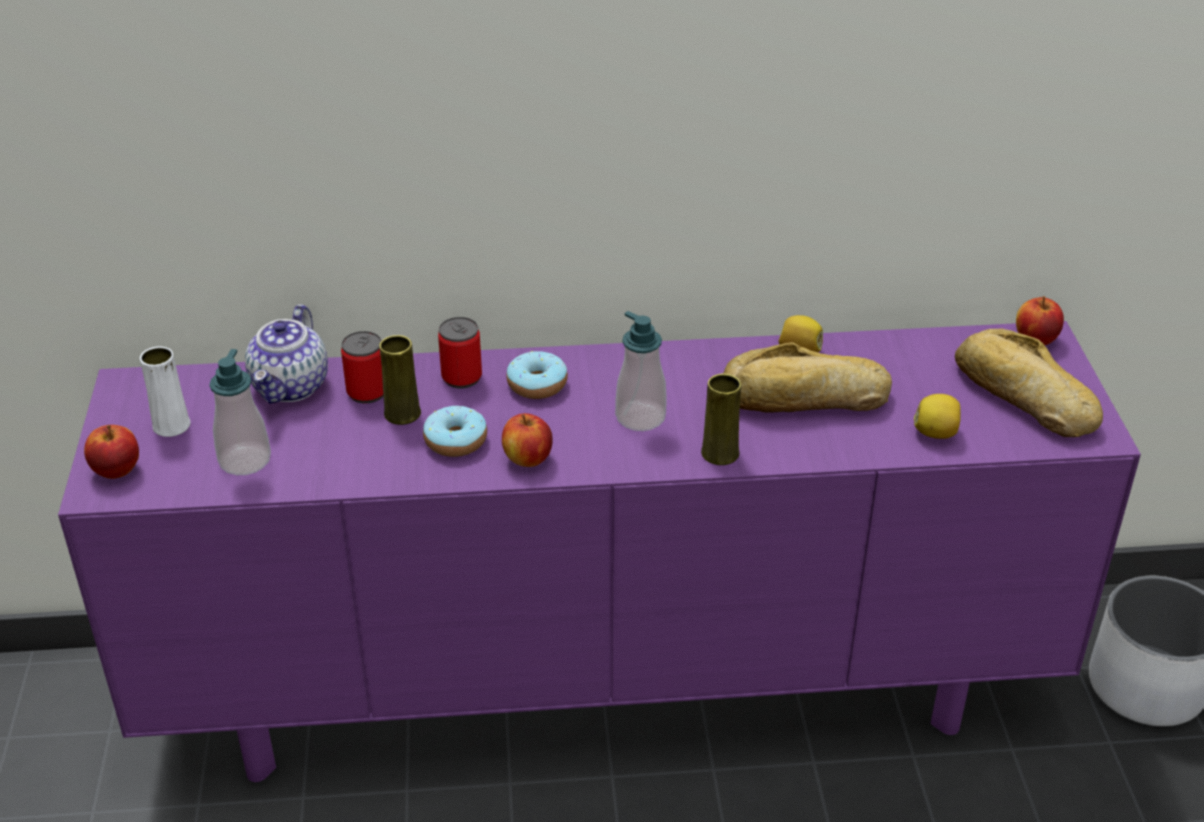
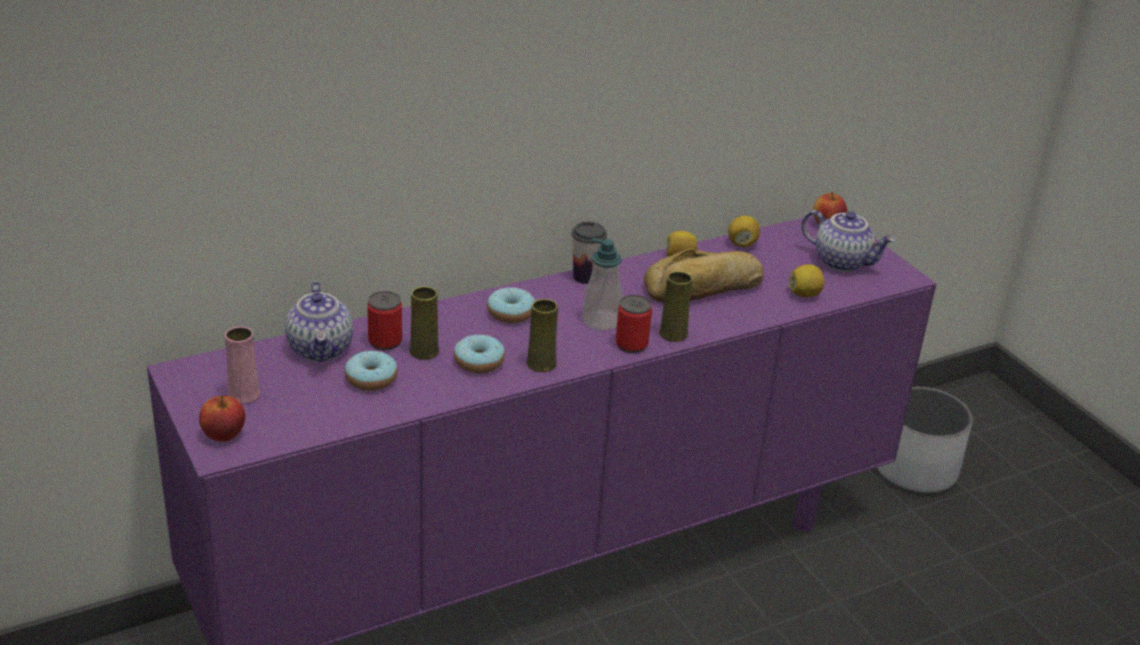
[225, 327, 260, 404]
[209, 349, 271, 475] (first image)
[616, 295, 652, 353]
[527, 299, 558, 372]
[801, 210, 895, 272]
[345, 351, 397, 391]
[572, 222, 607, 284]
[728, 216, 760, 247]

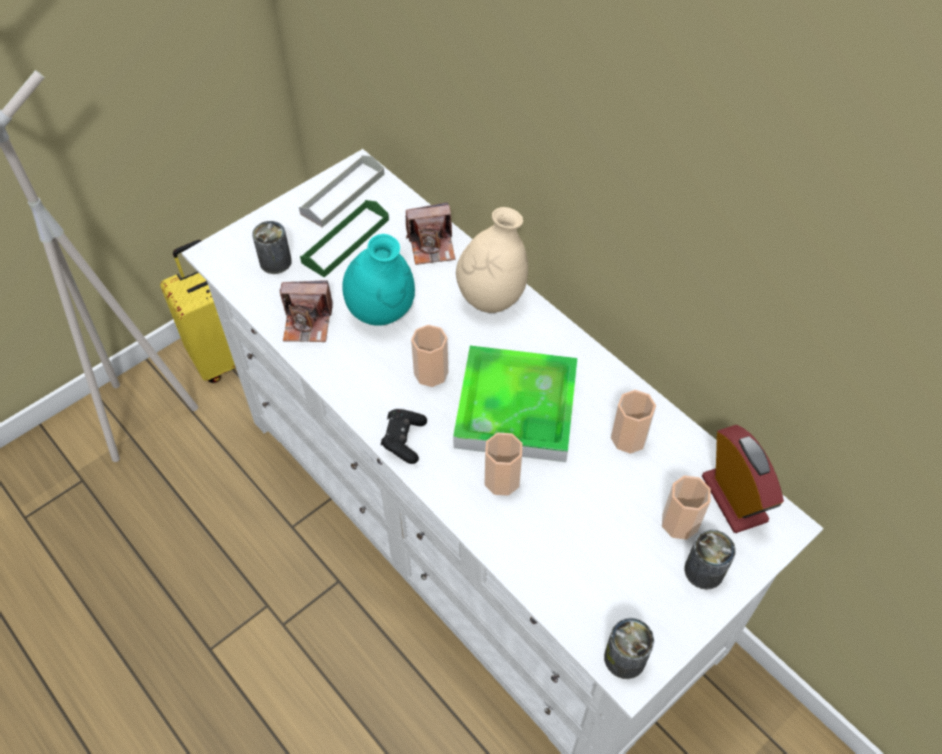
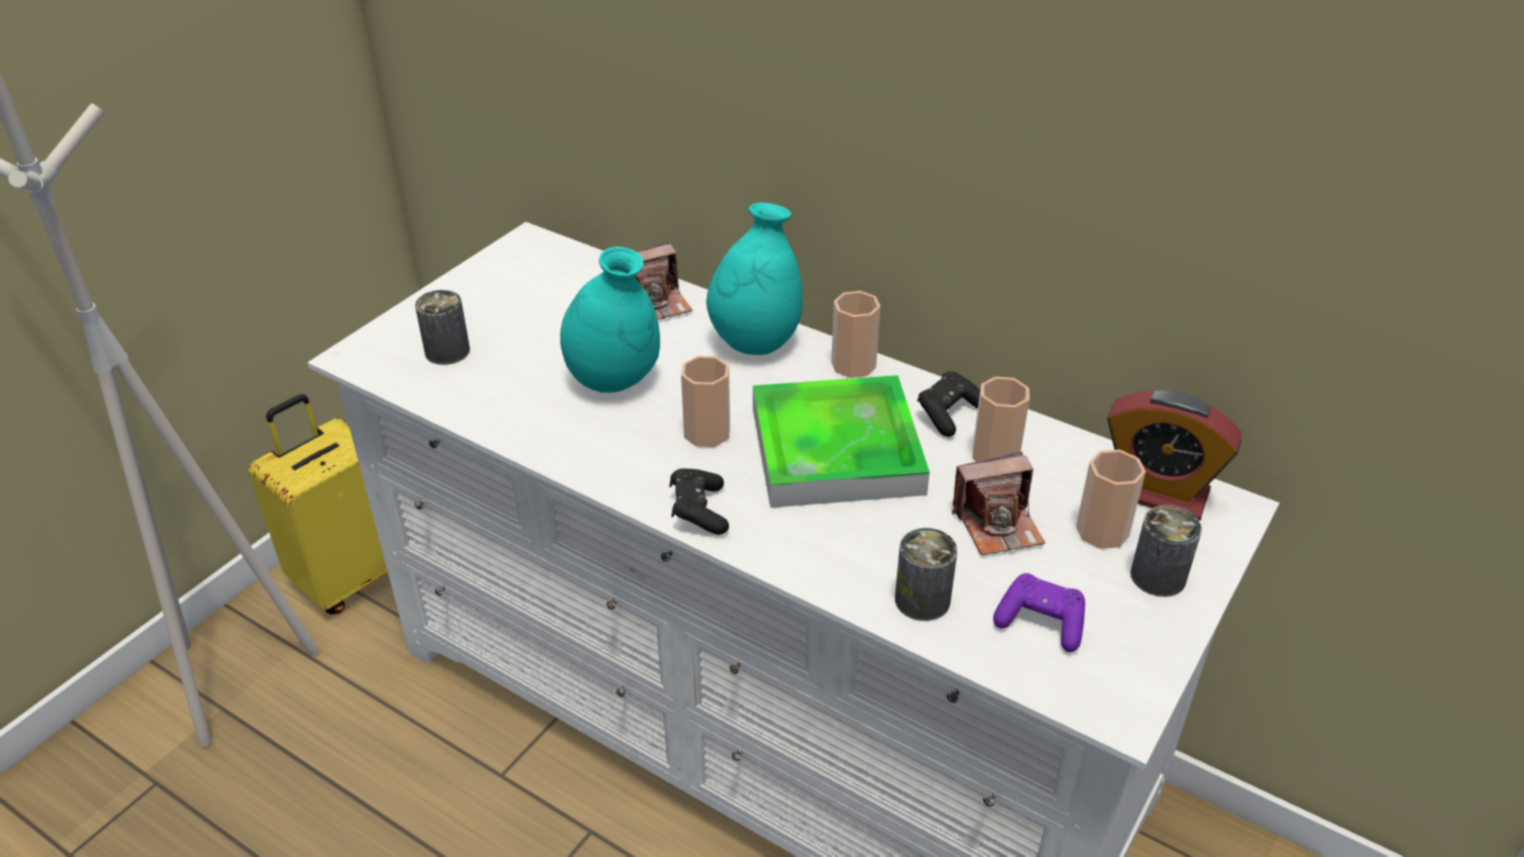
[952, 451, 1045, 555]
[299, 155, 385, 228] (first image)
[300, 200, 389, 278] (first image)
[706, 203, 803, 355]
[831, 291, 880, 378]
[895, 528, 957, 621]
[1107, 390, 1242, 521]
[917, 371, 980, 437]
[993, 573, 1085, 652]

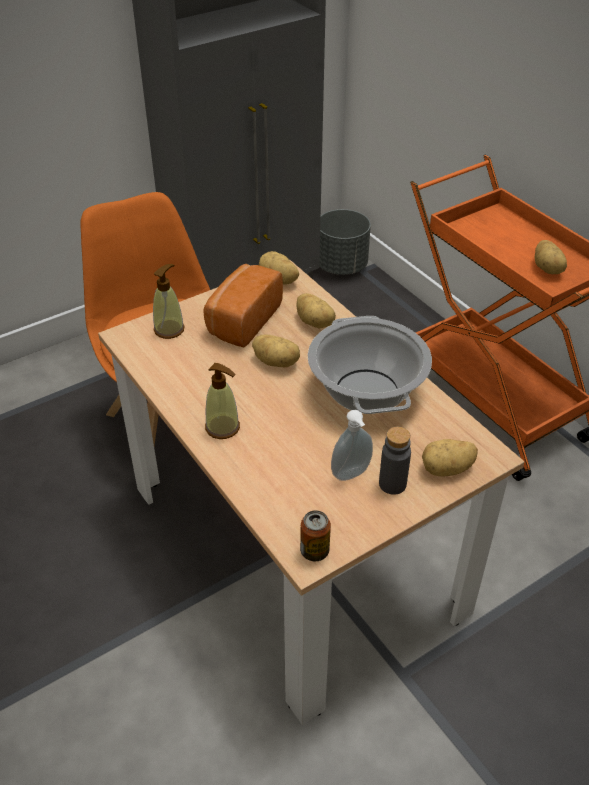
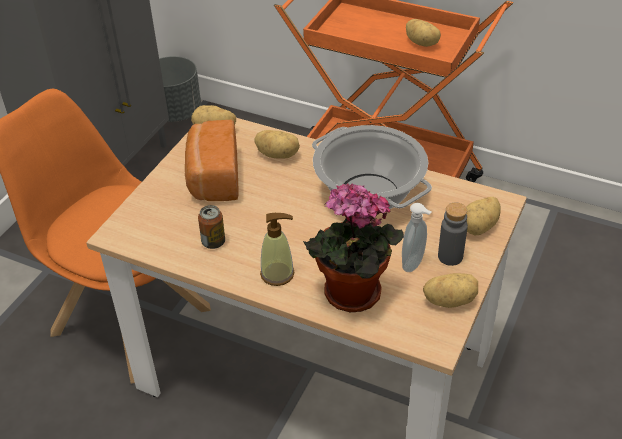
[153, 264, 185, 339] (first image)
[423, 273, 478, 308]
[198, 205, 225, 249]
[303, 184, 404, 312]

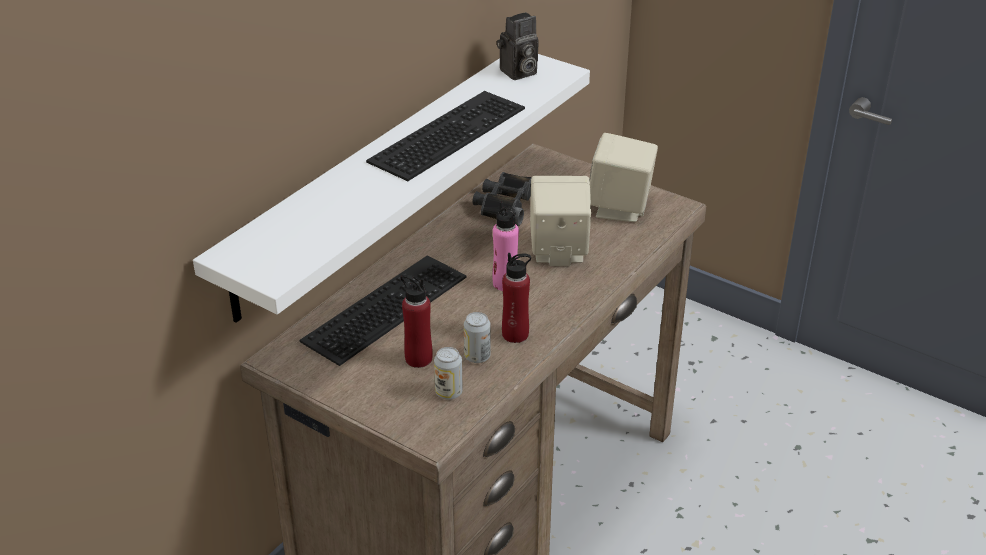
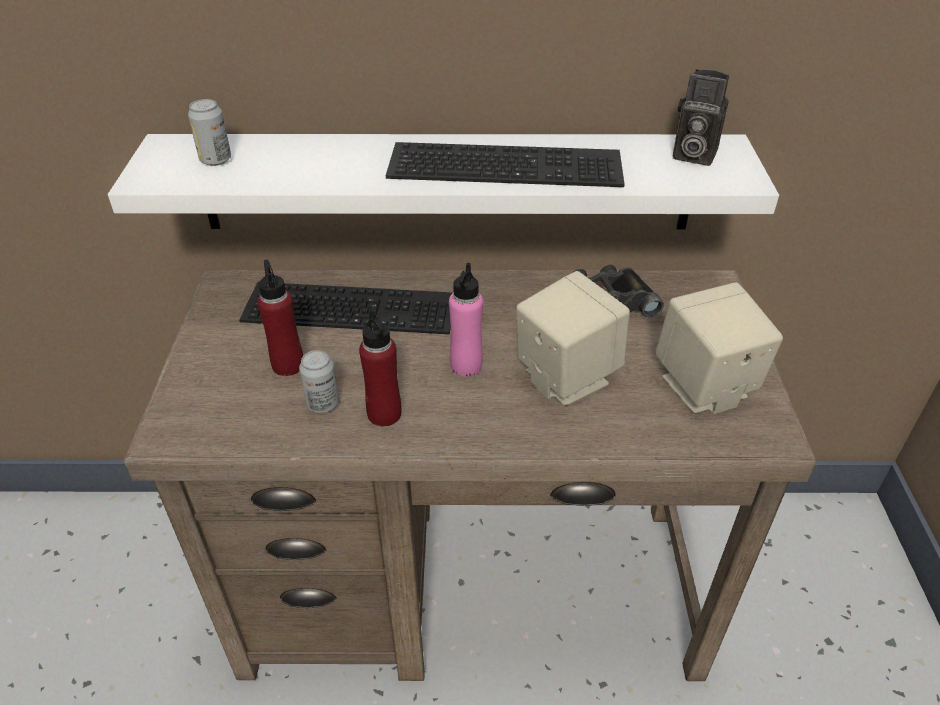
[188, 99, 231, 166]

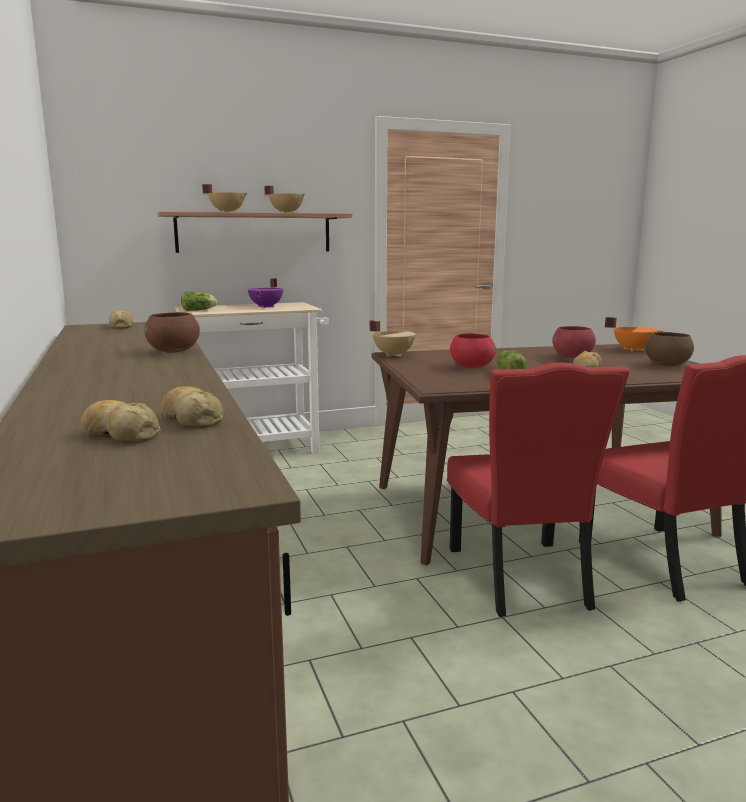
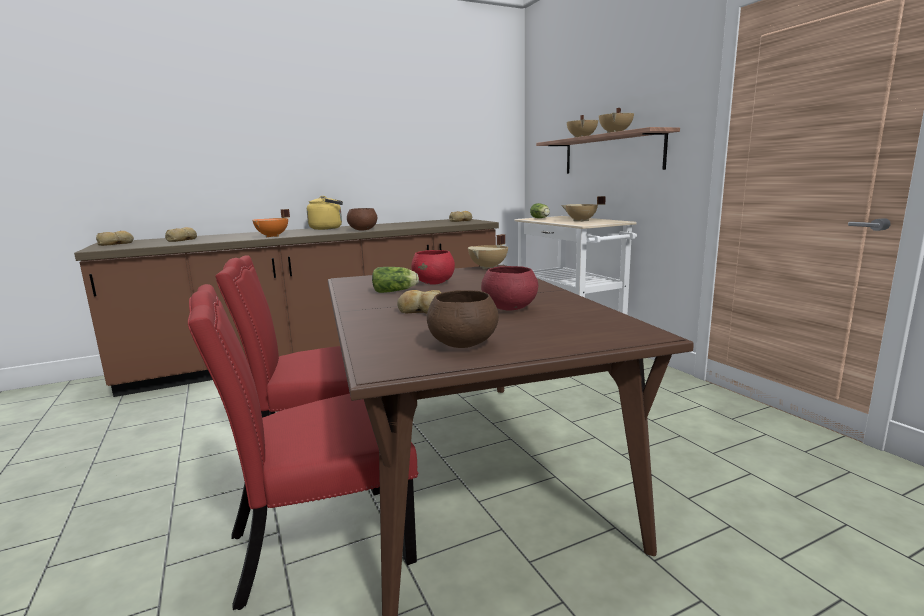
[96, 231, 134, 246]
[561, 196, 606, 222]
[252, 209, 290, 237]
[307, 196, 343, 230]

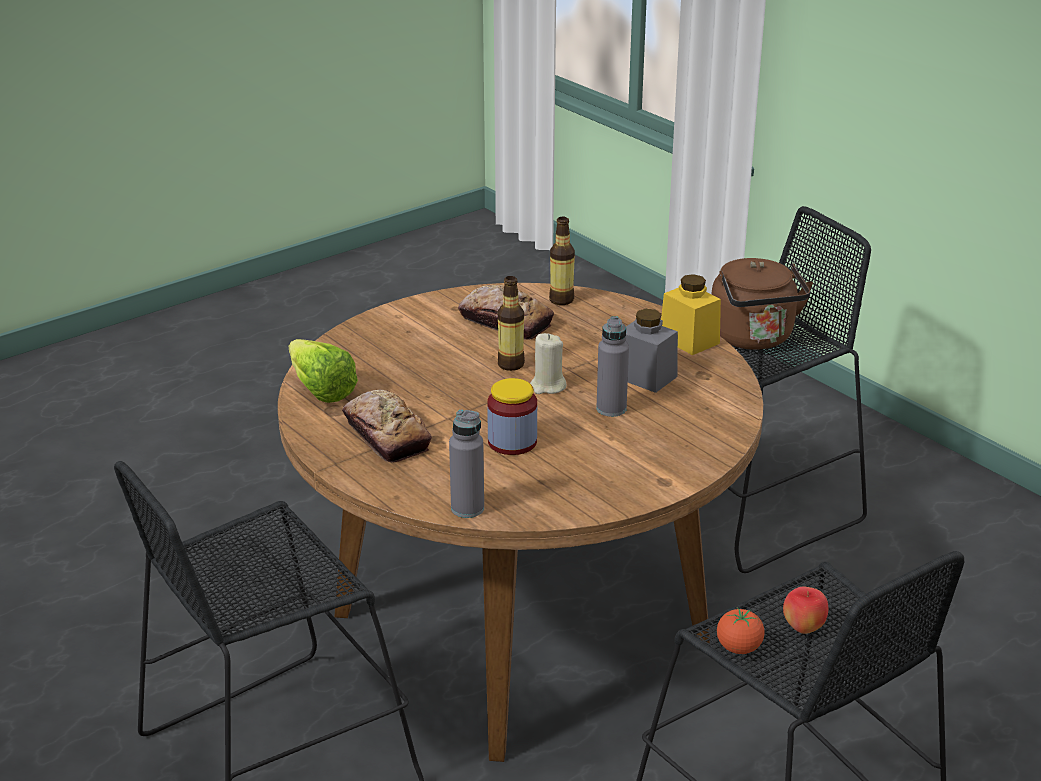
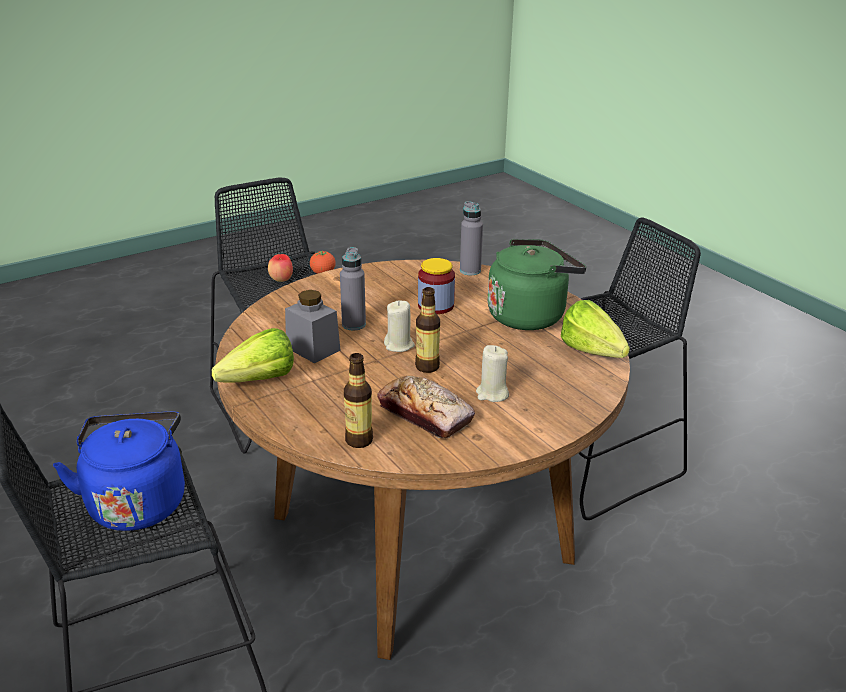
[487, 239, 586, 330]
[212, 328, 294, 382]
[53, 411, 185, 531]
[476, 345, 509, 402]

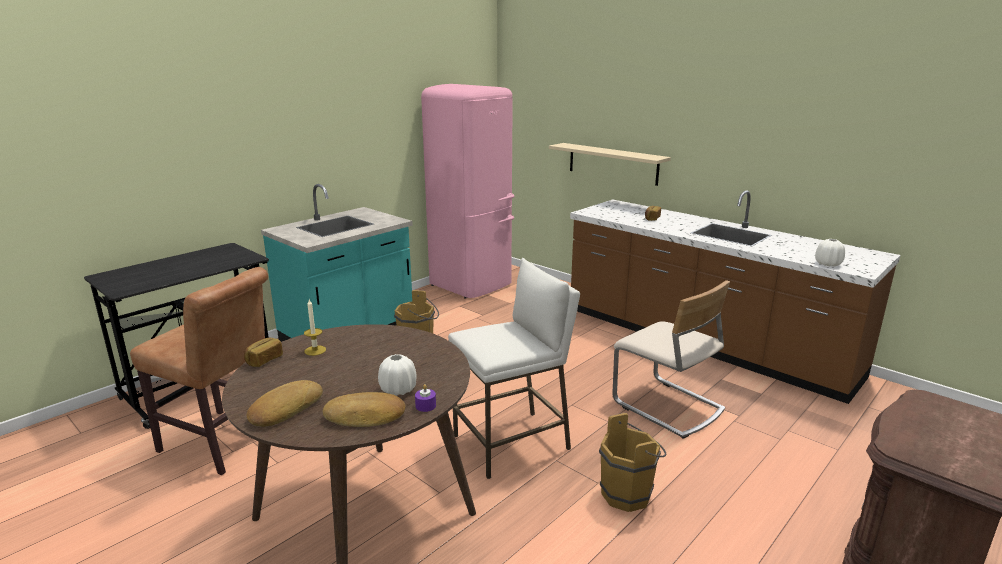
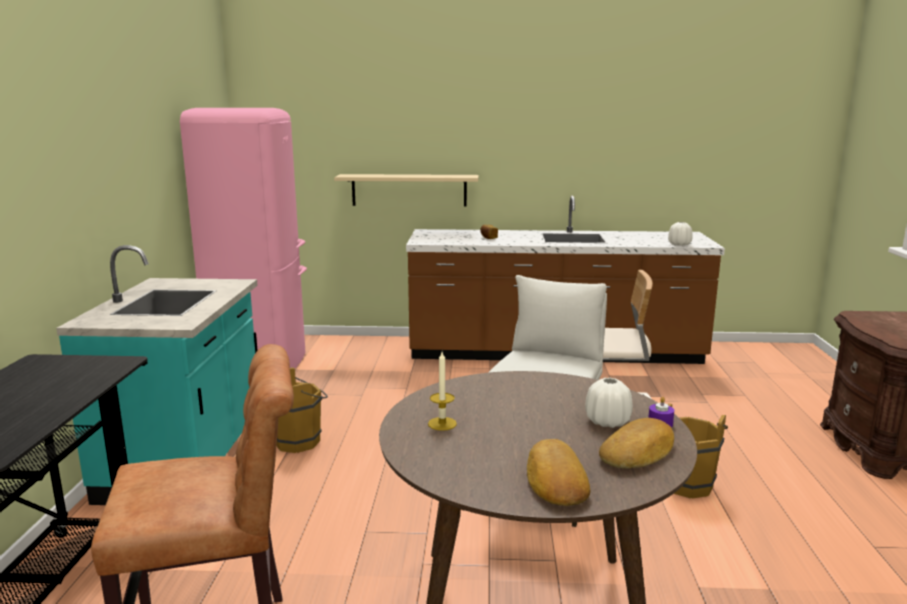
[244, 338, 283, 367] (first image)

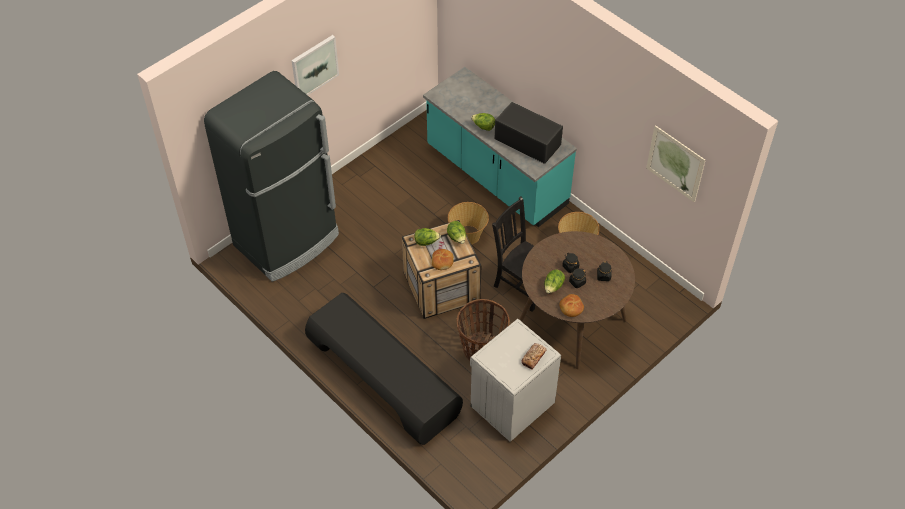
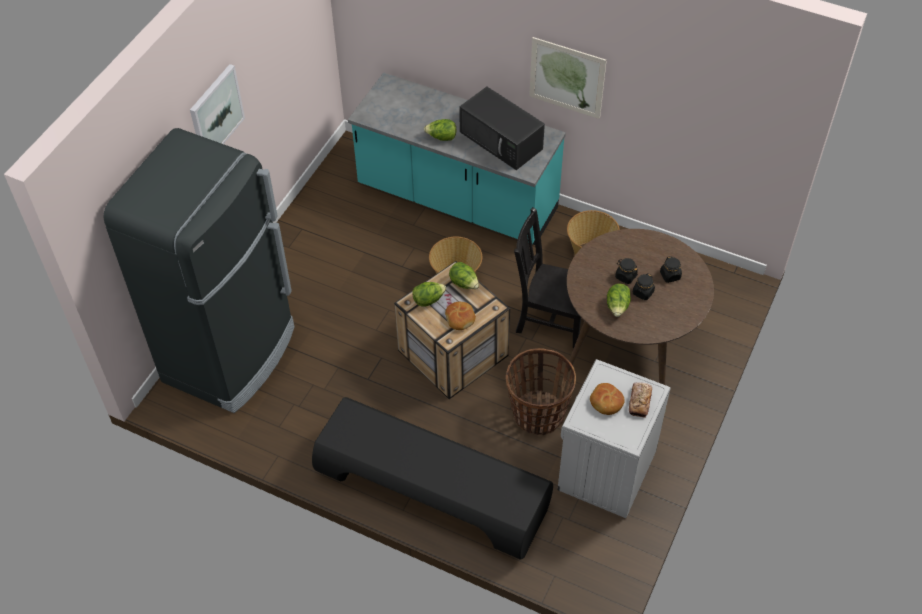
[459, 87, 545, 170]
[590, 383, 625, 415]
[529, 37, 607, 119]

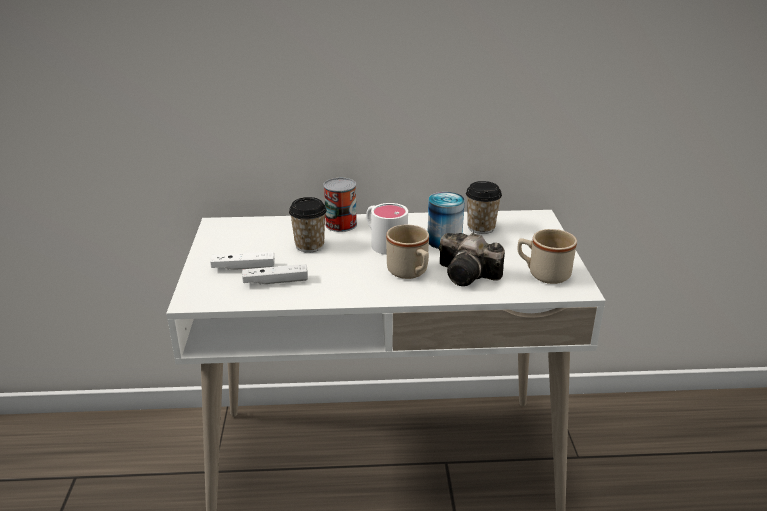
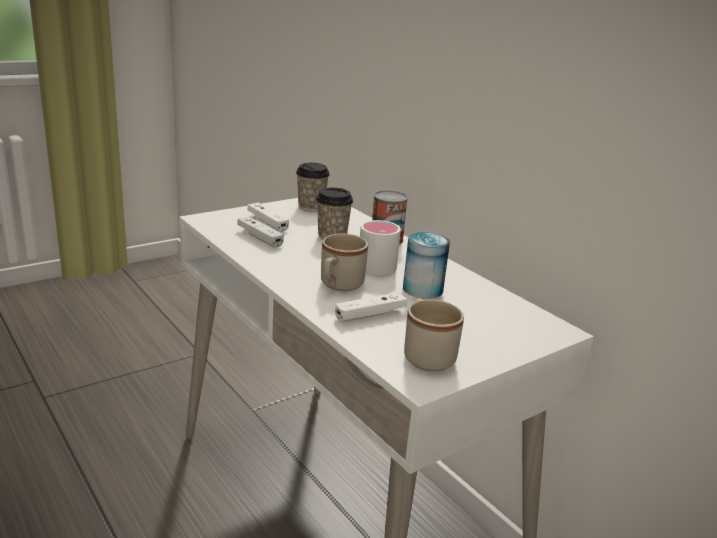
[335, 292, 407, 322]
[296, 163, 330, 211]

